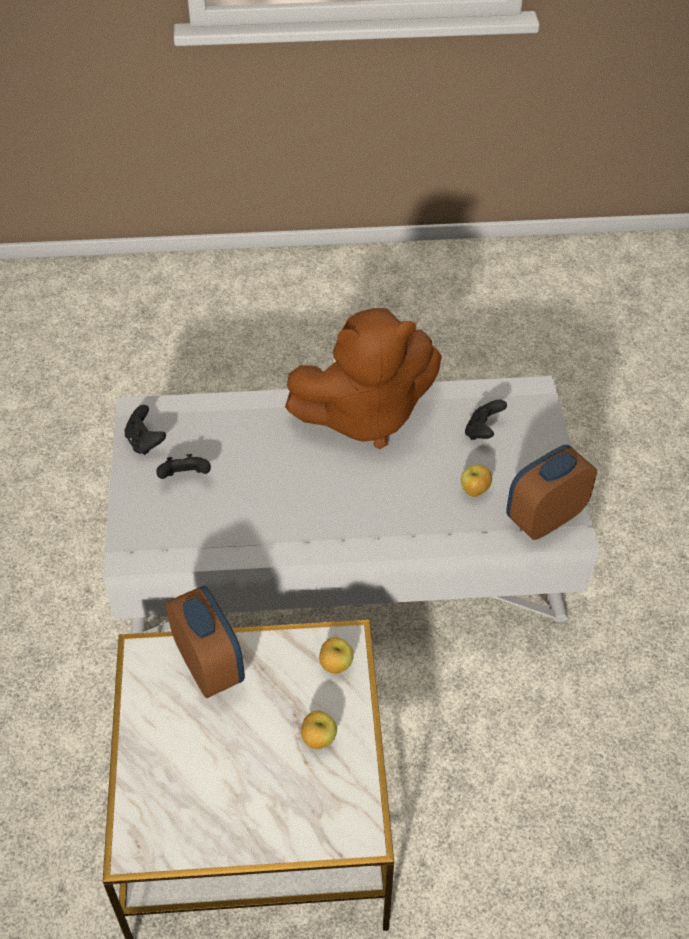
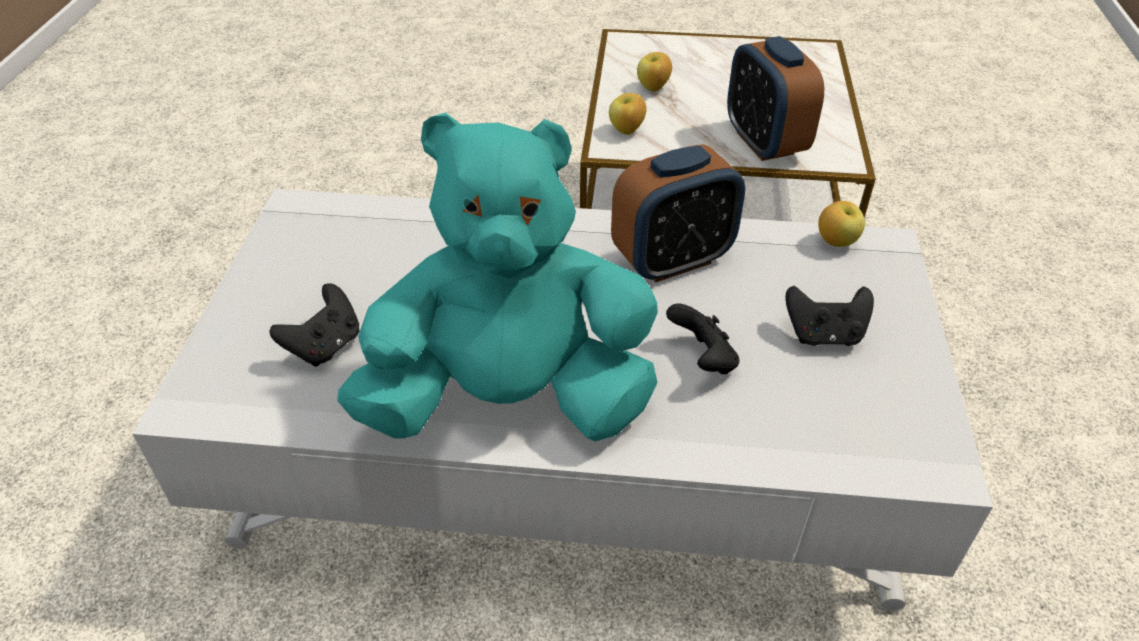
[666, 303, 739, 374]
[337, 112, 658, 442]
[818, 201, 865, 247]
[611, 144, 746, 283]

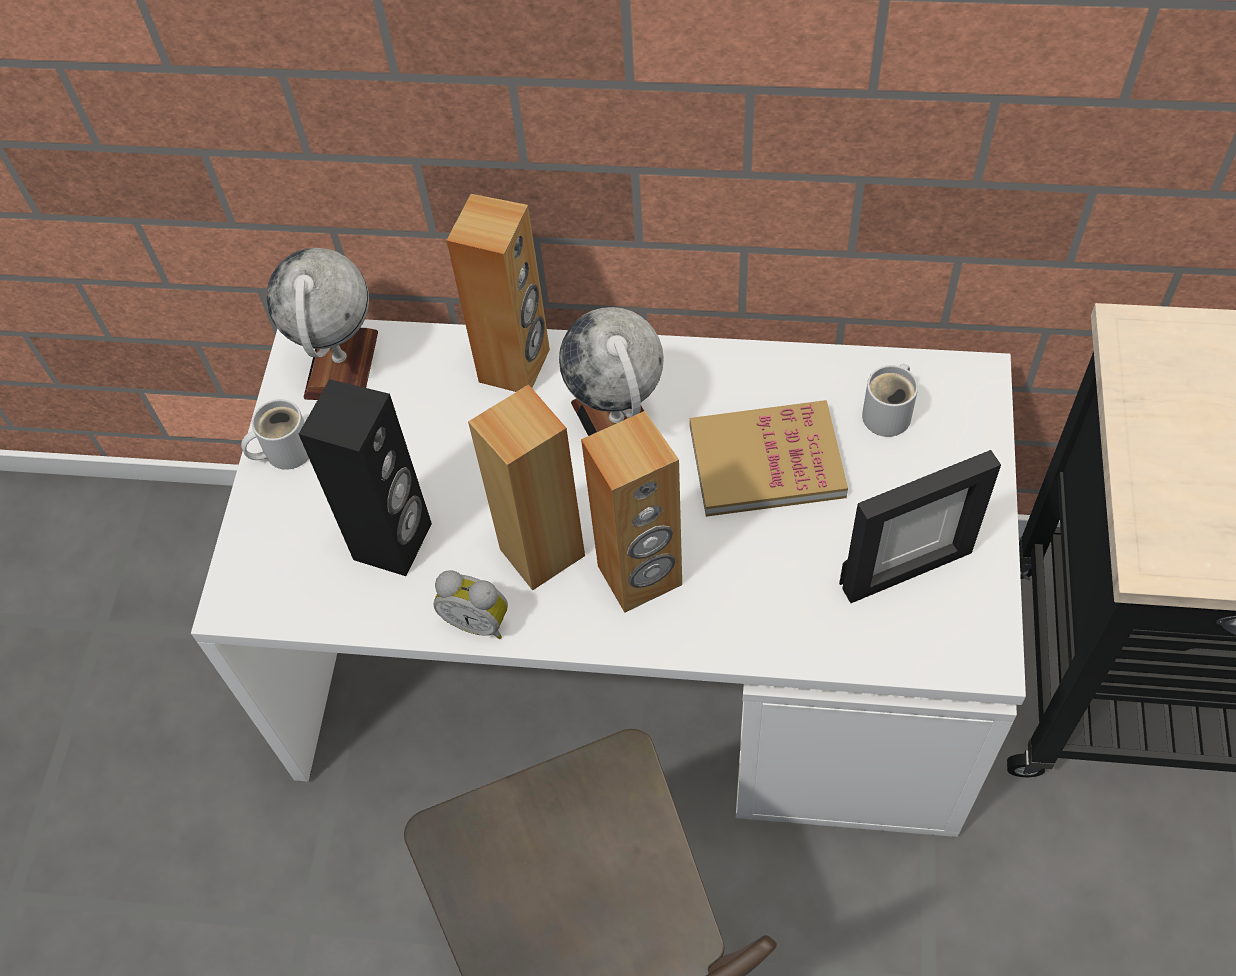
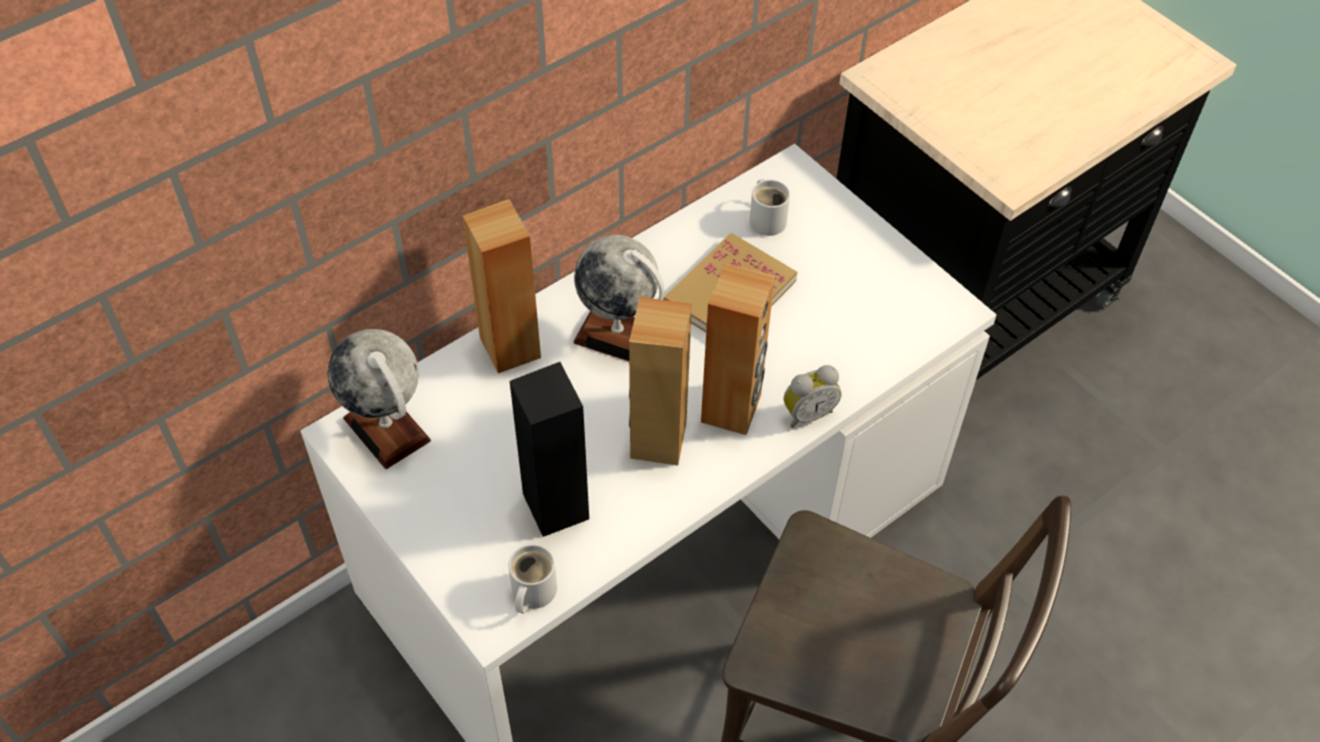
[508, 544, 557, 614]
[783, 365, 842, 428]
[839, 450, 1001, 603] (first image)

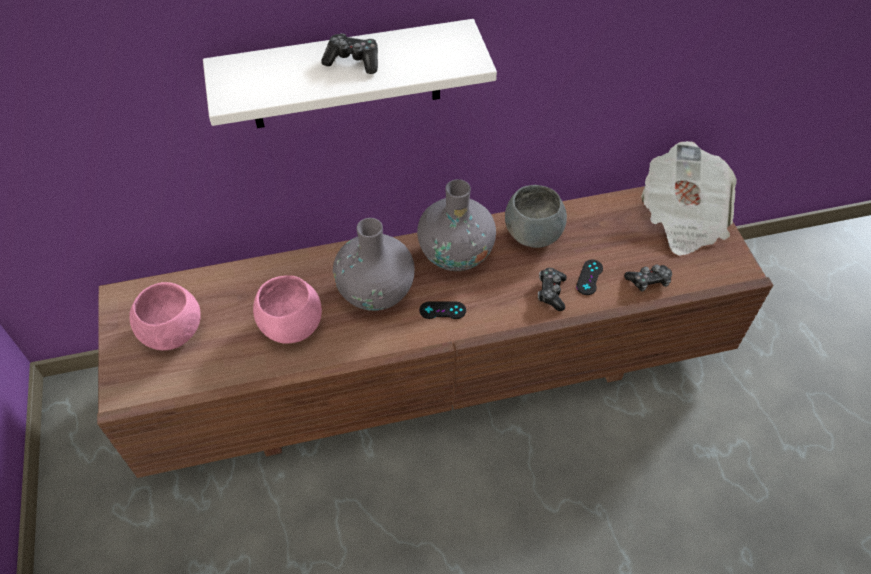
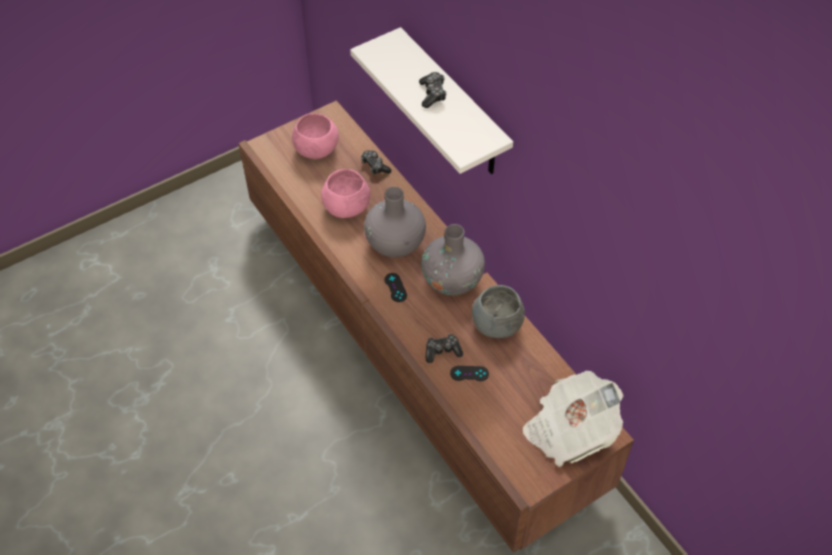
[361, 150, 392, 174]

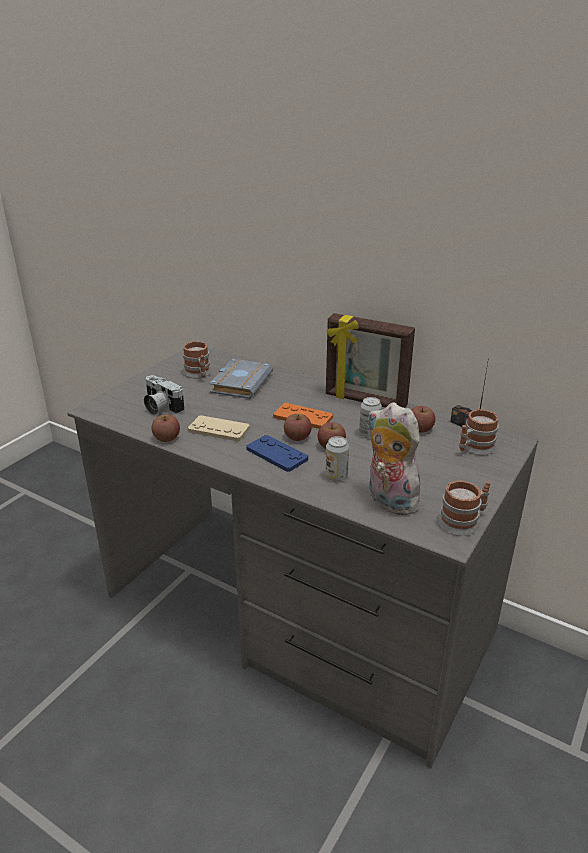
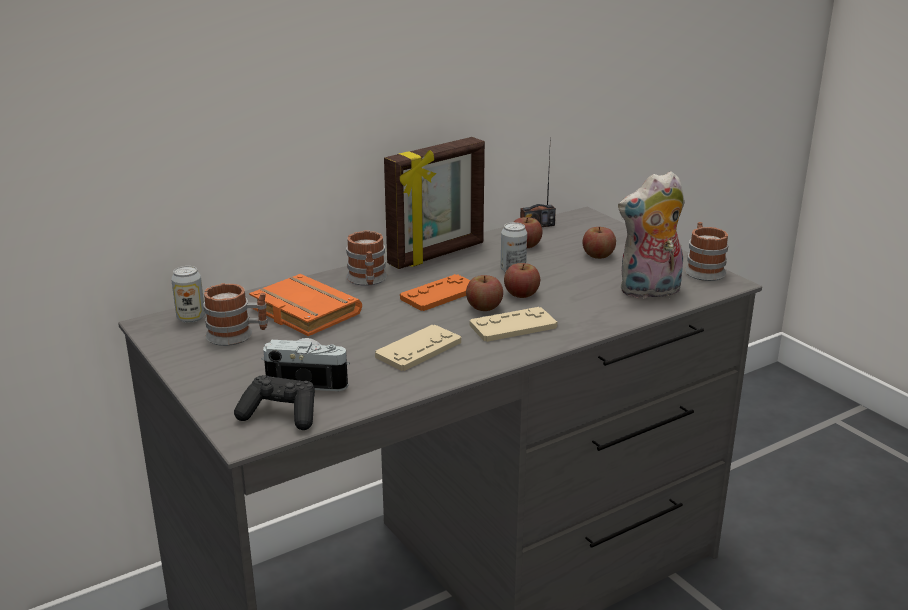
[262, 338, 350, 391]
[582, 227, 616, 259]
[249, 274, 362, 336]
[470, 307, 557, 342]
[171, 266, 205, 323]
[346, 230, 387, 286]
[234, 375, 315, 430]

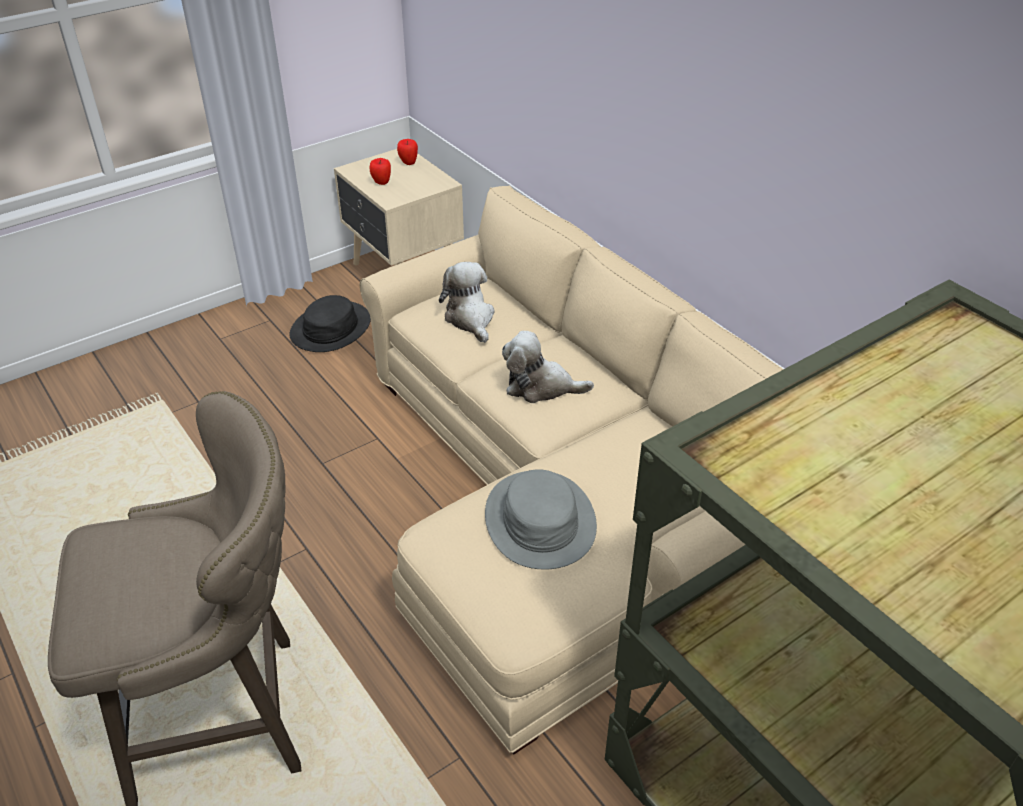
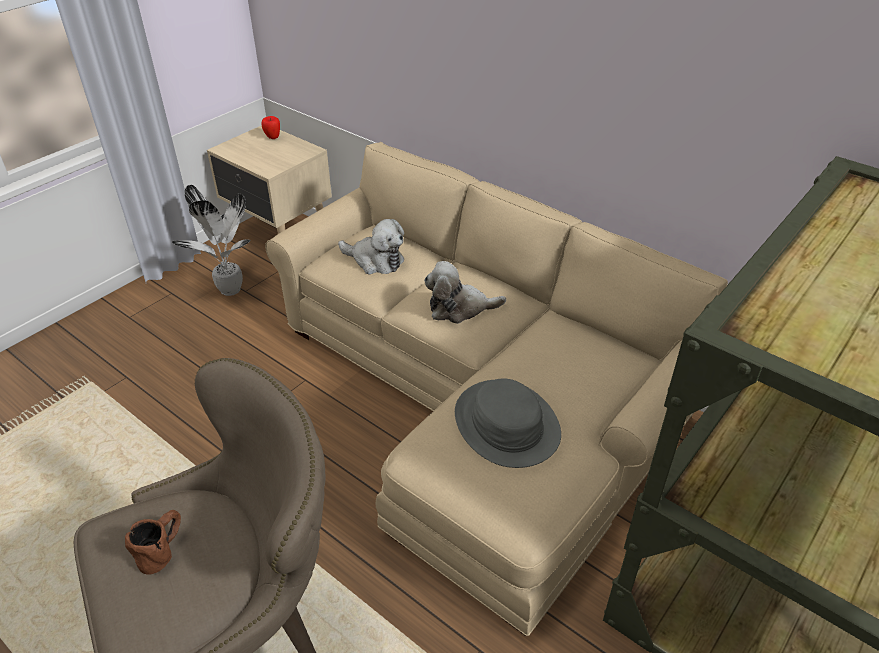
[172, 185, 251, 296]
[370, 158, 391, 185] (first image)
[338, 219, 404, 274]
[125, 510, 181, 575]

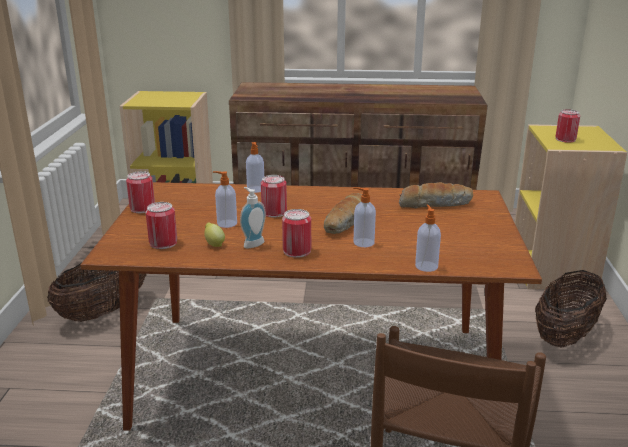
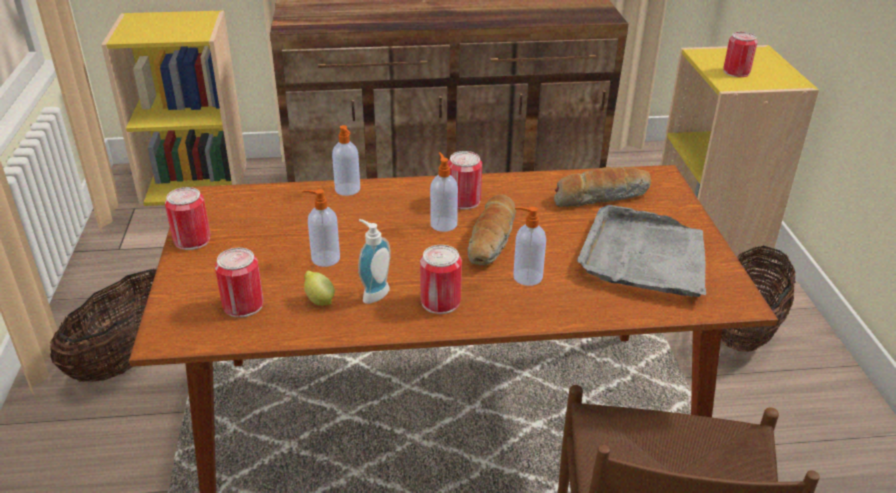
[448, 151, 482, 210]
[430, 152, 458, 232]
[577, 205, 706, 297]

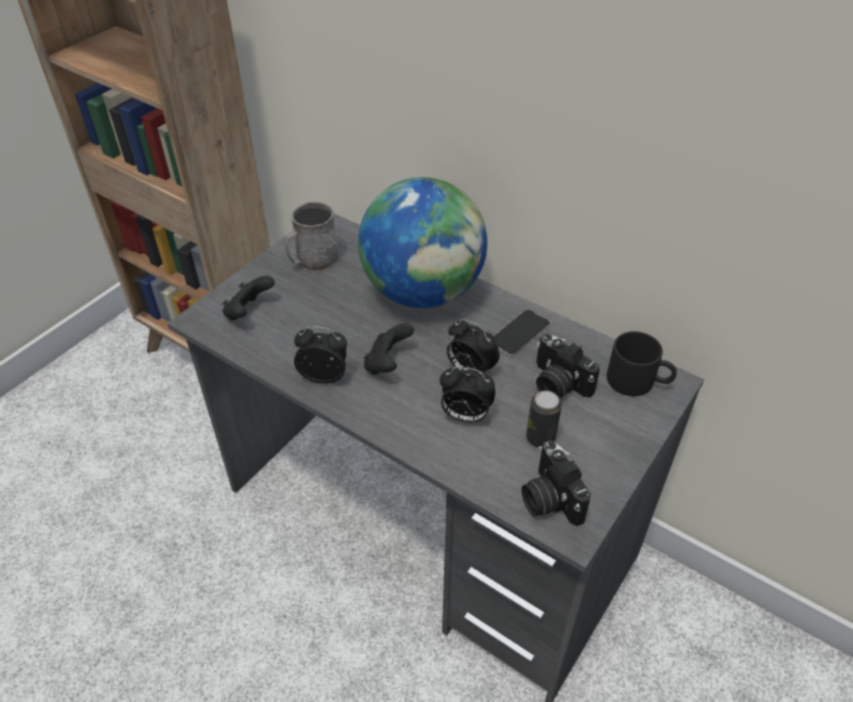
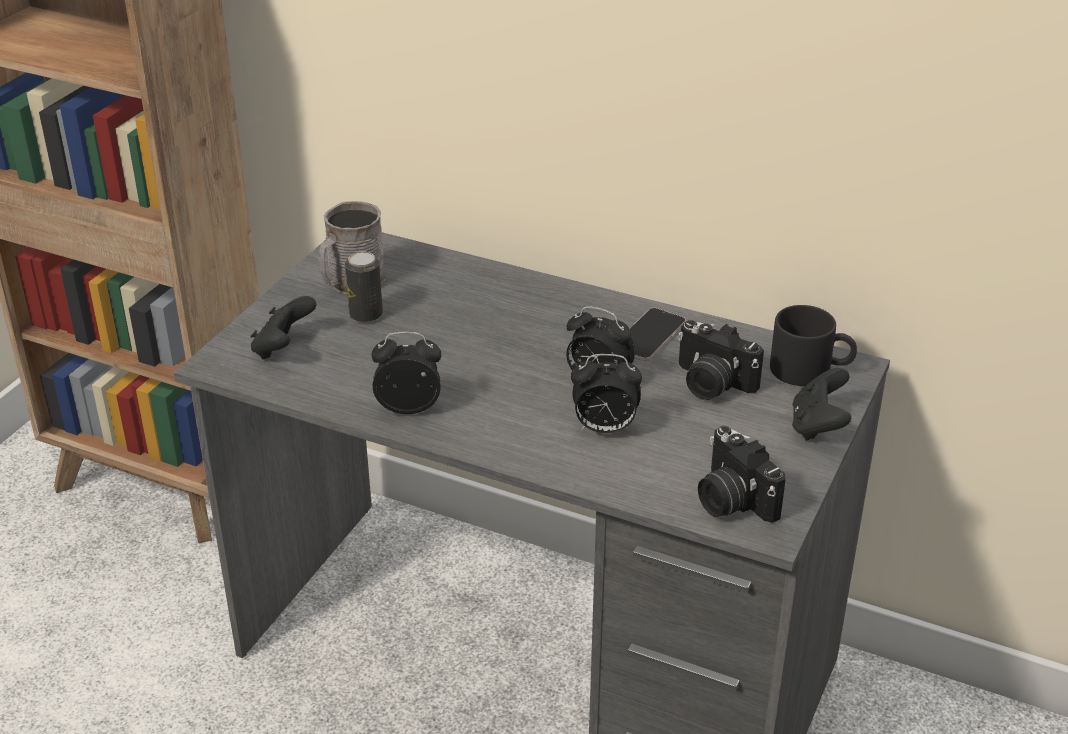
[358, 177, 487, 308] (first image)
[792, 368, 851, 441]
[345, 251, 383, 323]

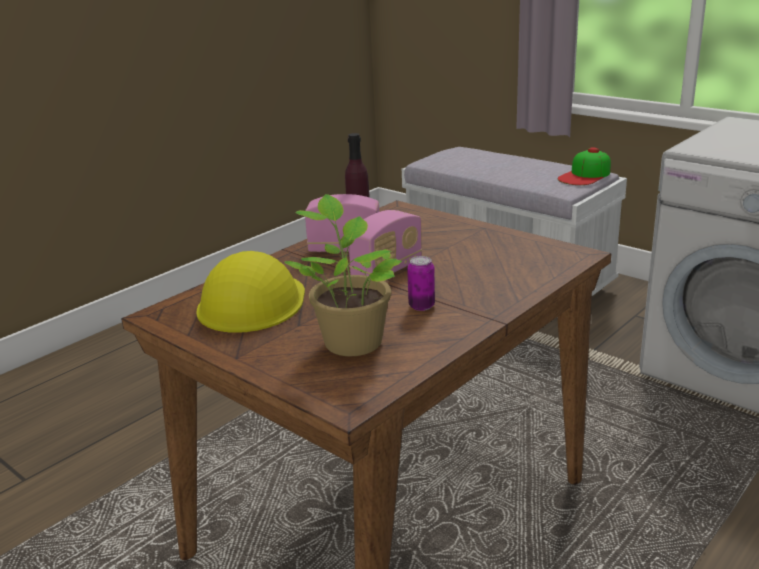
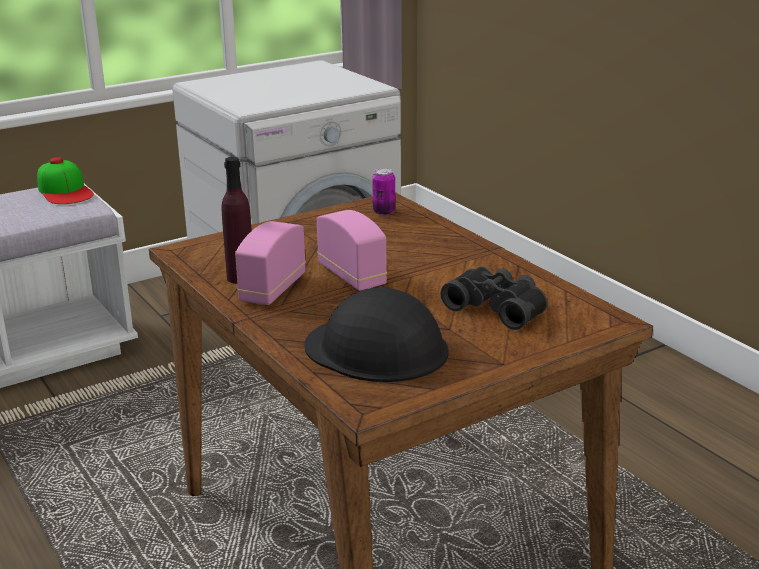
[304, 287, 449, 382]
[440, 266, 547, 330]
[372, 168, 395, 215]

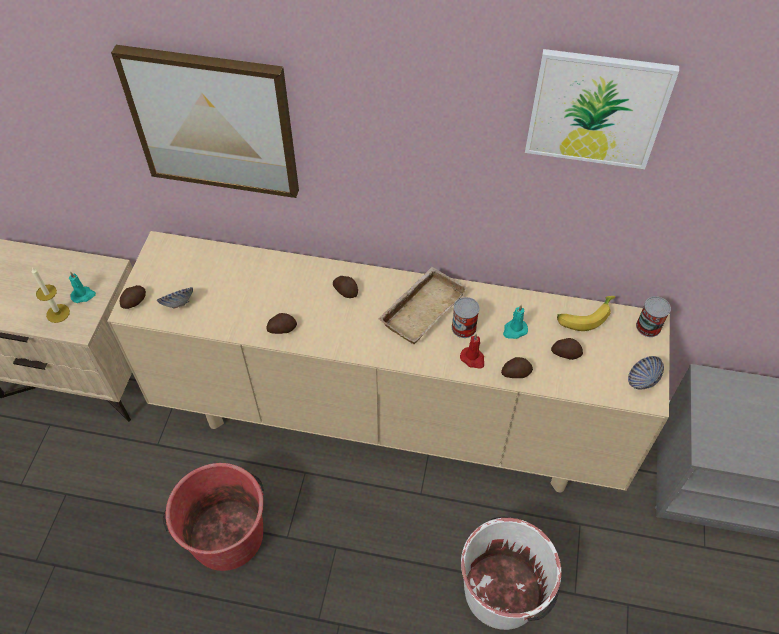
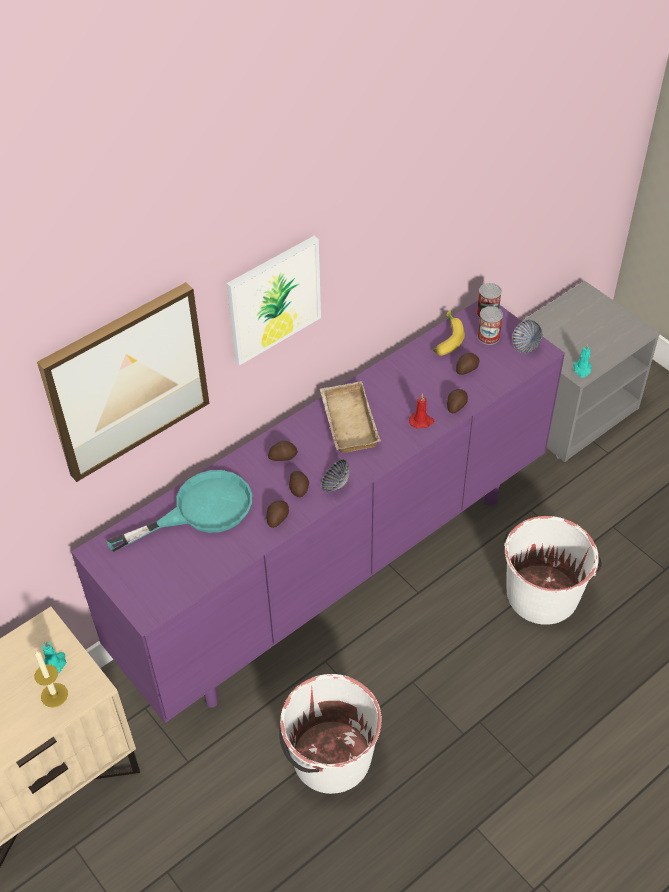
[71, 301, 565, 723]
[289, 471, 309, 497]
[321, 459, 349, 492]
[279, 674, 382, 794]
[477, 306, 503, 345]
[573, 343, 592, 378]
[227, 236, 321, 366]
[107, 470, 252, 552]

